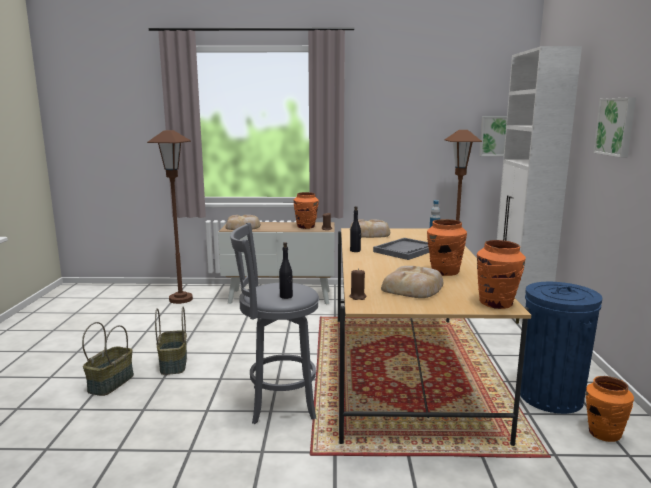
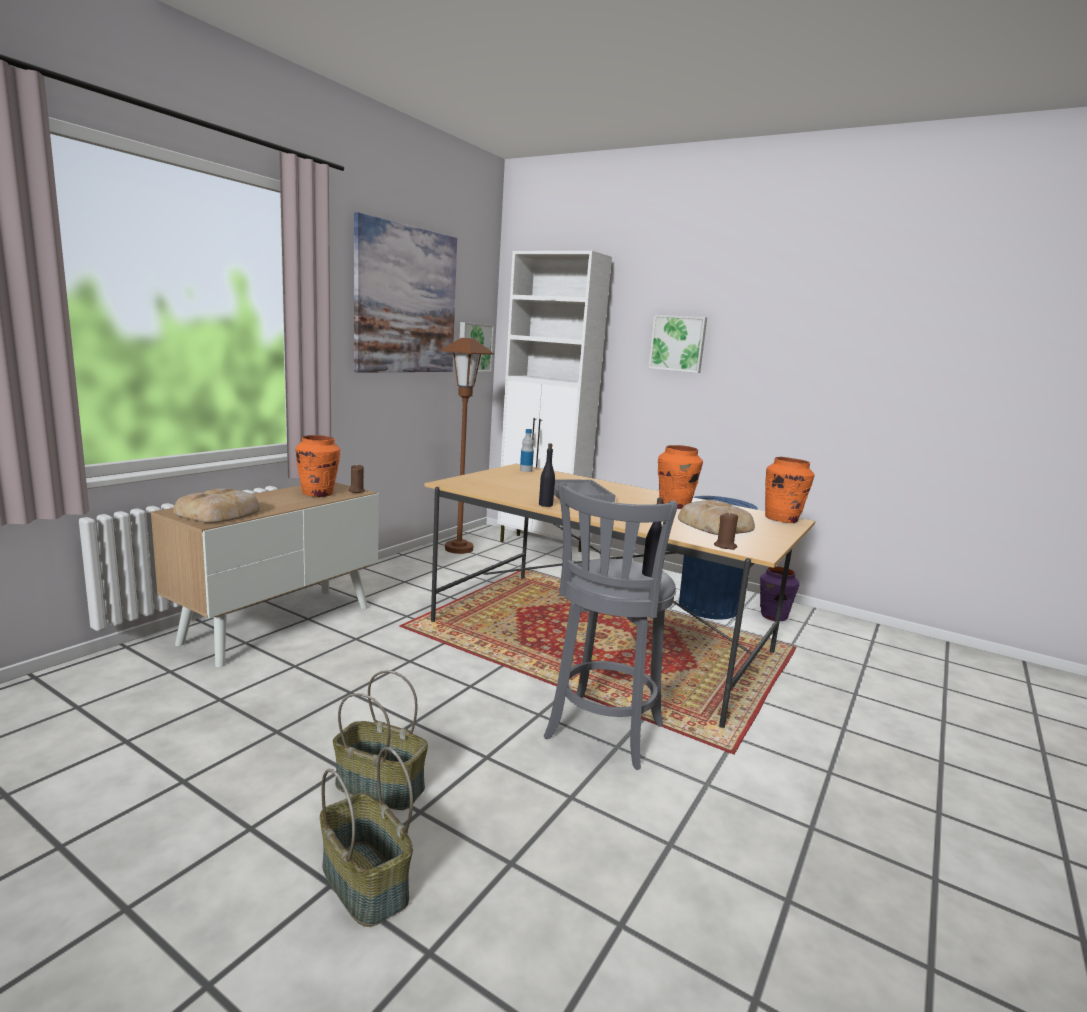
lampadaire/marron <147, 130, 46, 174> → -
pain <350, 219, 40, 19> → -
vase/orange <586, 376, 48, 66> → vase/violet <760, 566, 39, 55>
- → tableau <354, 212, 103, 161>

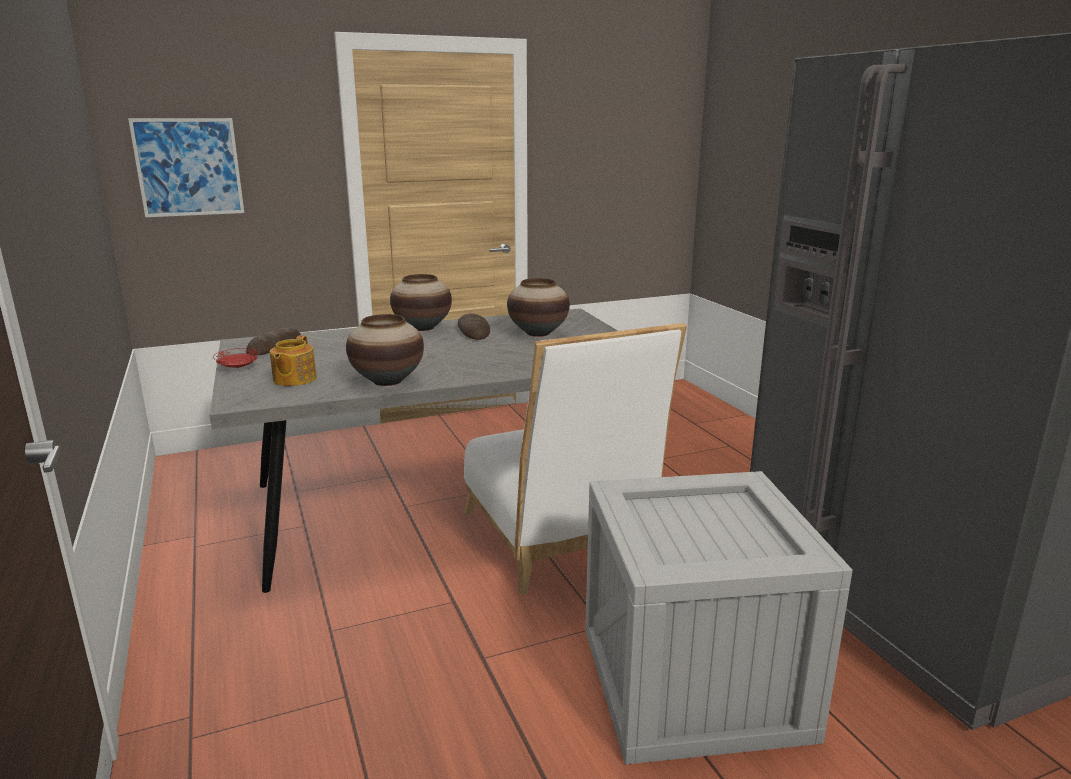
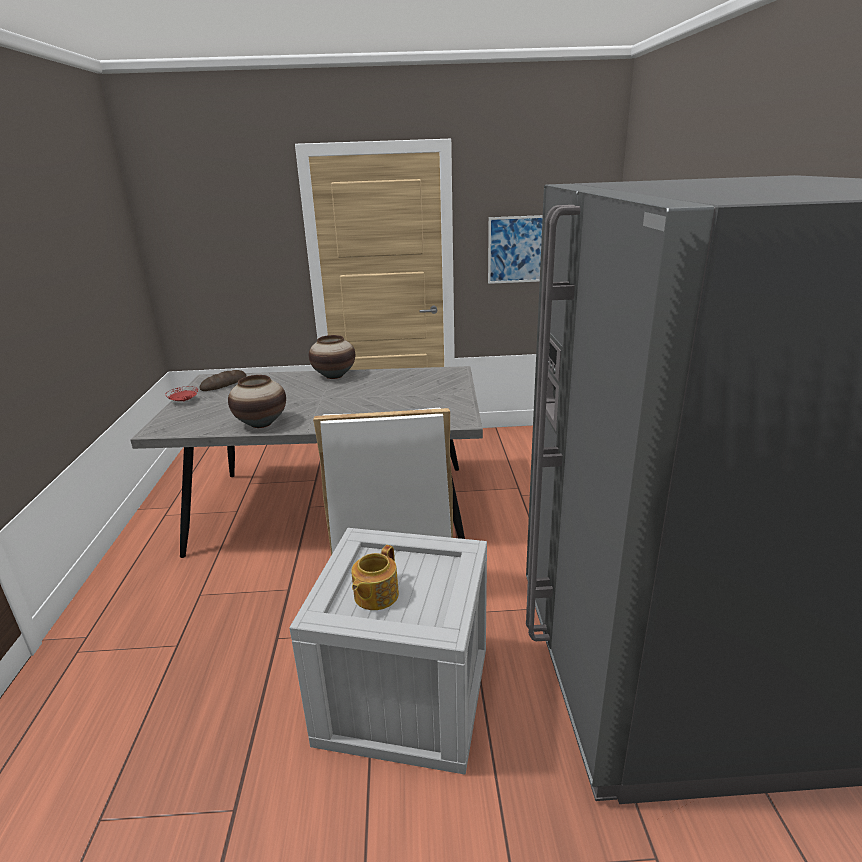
tableau <128, 118, 116, 99> → tableau <488, 215, 55, 69>, move
vase <507, 278, 63, 59> → -
pain <458, 313, 32, 27> → -
théière <270, 335, 47, 51> → théière <351, 545, 48, 65>, move

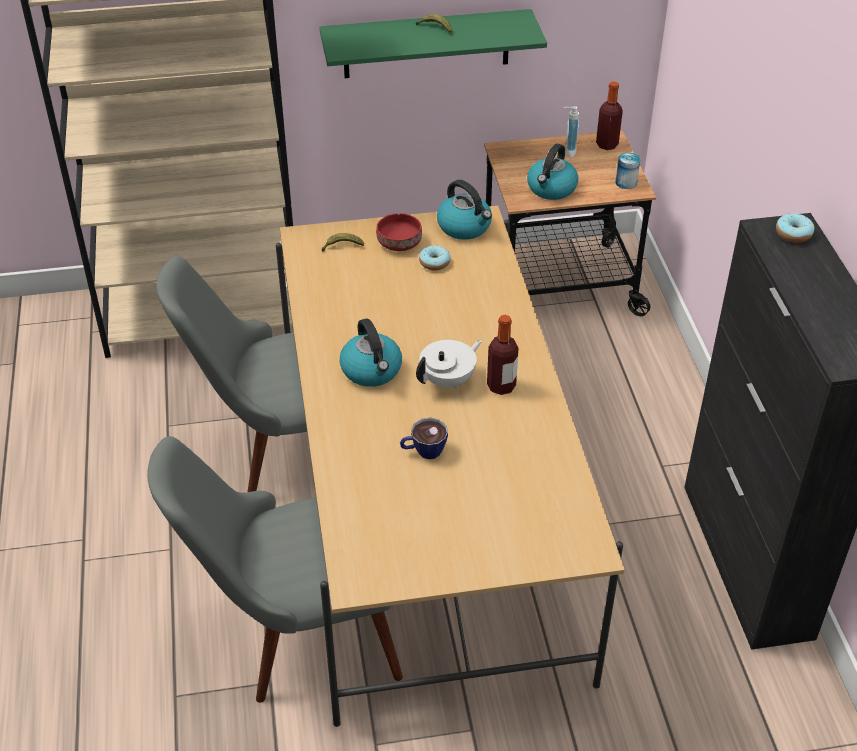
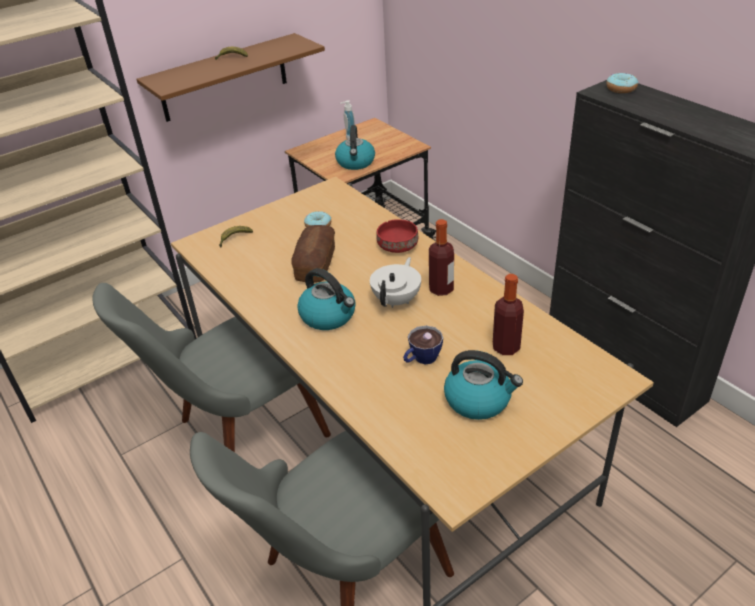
étagère/vert <319, 9, 228, 69> → étagère/marron <136, 33, 189, 89>
bouteille <596, 81, 27, 69> → bouteille <493, 274, 31, 81>, move
boîte métallique <615, 152, 25, 37> → -
bouilloire <437, 180, 55, 60> → bouilloire <444, 350, 79, 70>, move
bol/rouge <376, 213, 46, 38> → bol/rouge <376, 219, 42, 34>, move
- → pain <291, 225, 44, 58>

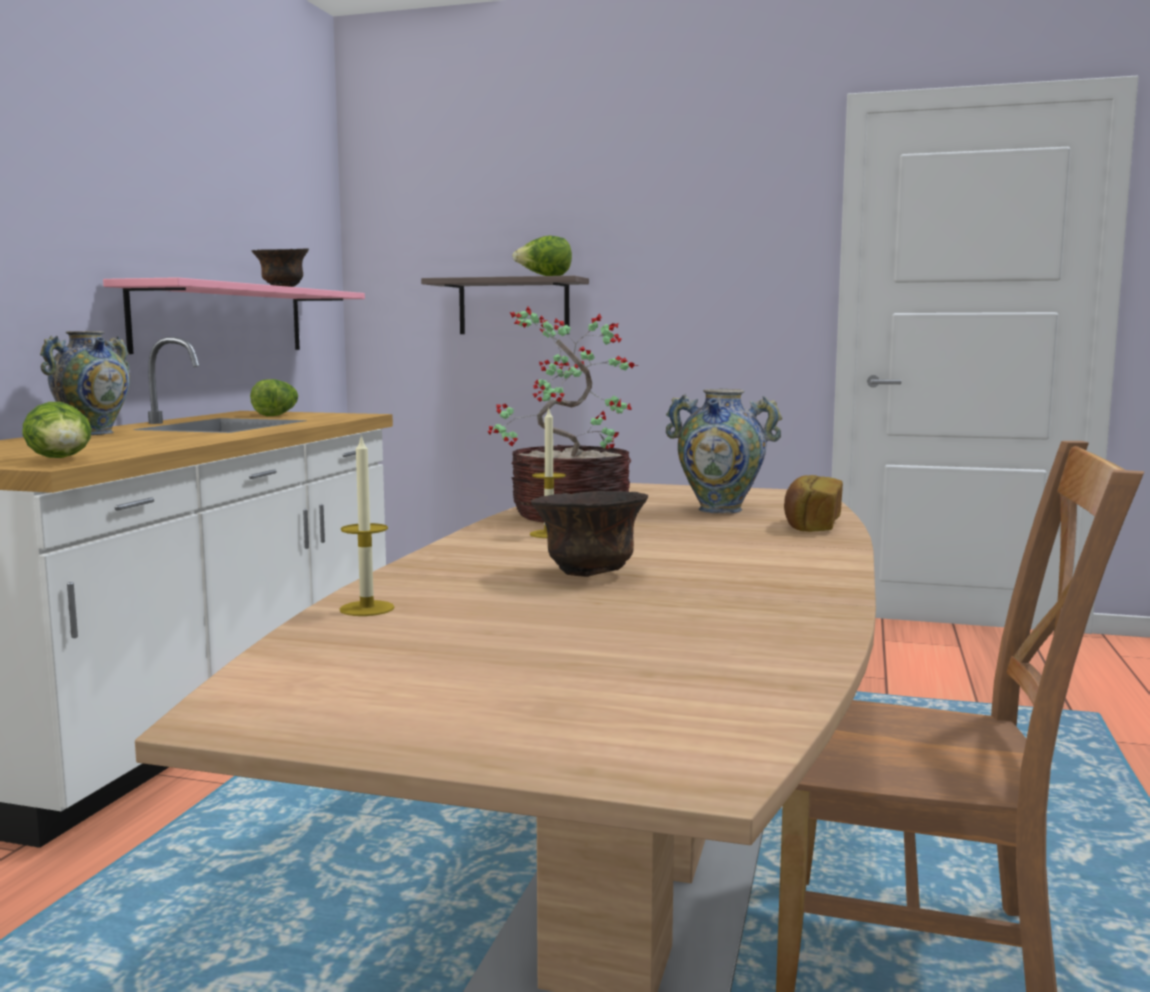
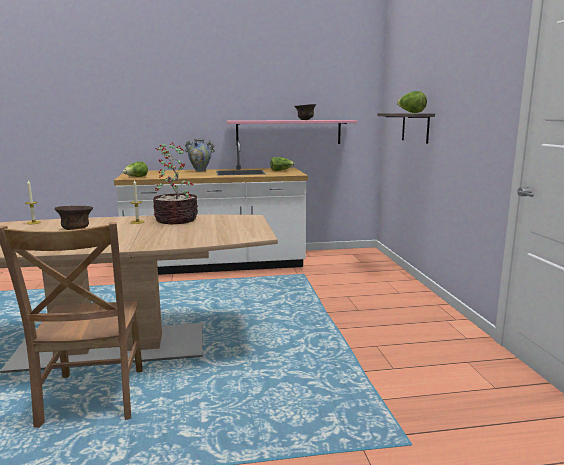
vase <666, 389, 116, 124> → -
pain <784, 475, 59, 57> → -

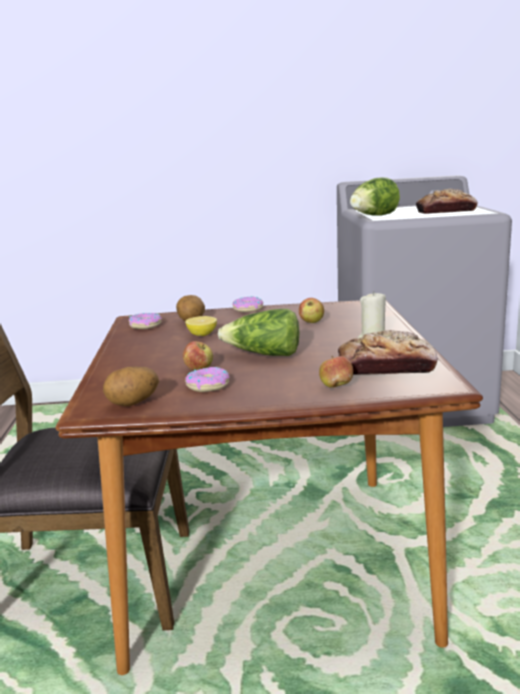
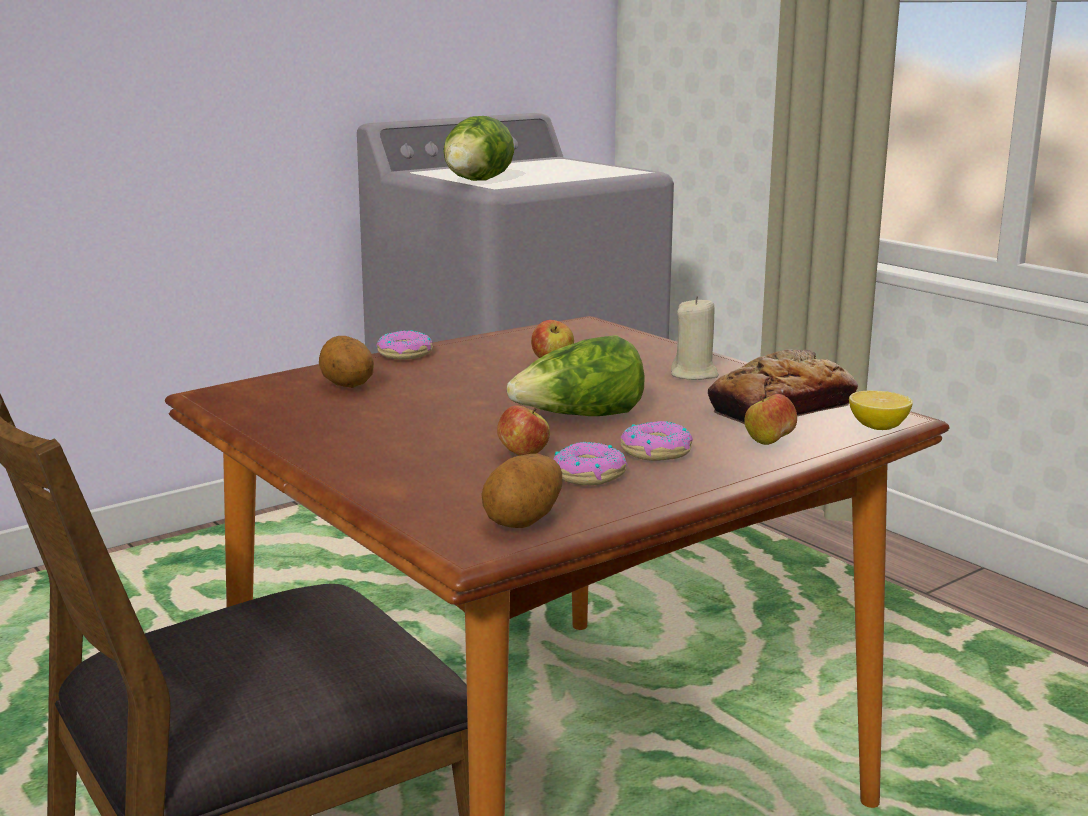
pain <416, 189, 62, 25> → -
beignet <129, 313, 33, 16> → beignet <621, 421, 72, 40>, move
citron <185, 316, 32, 20> → citron <849, 391, 64, 39>, move

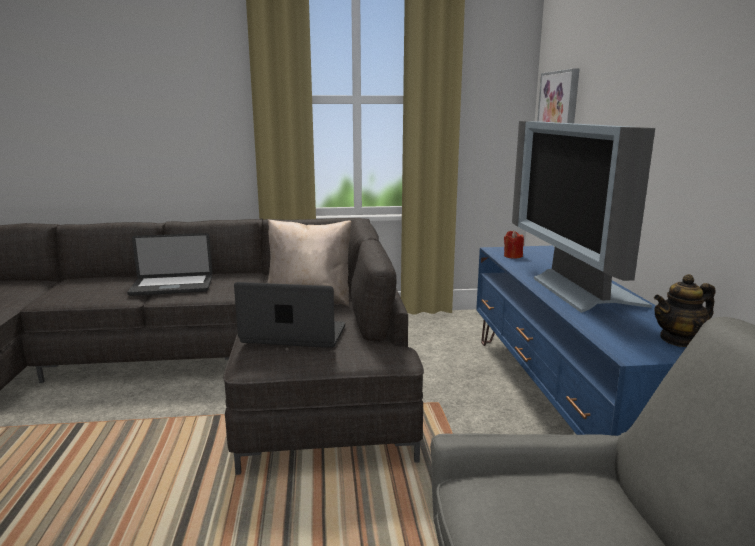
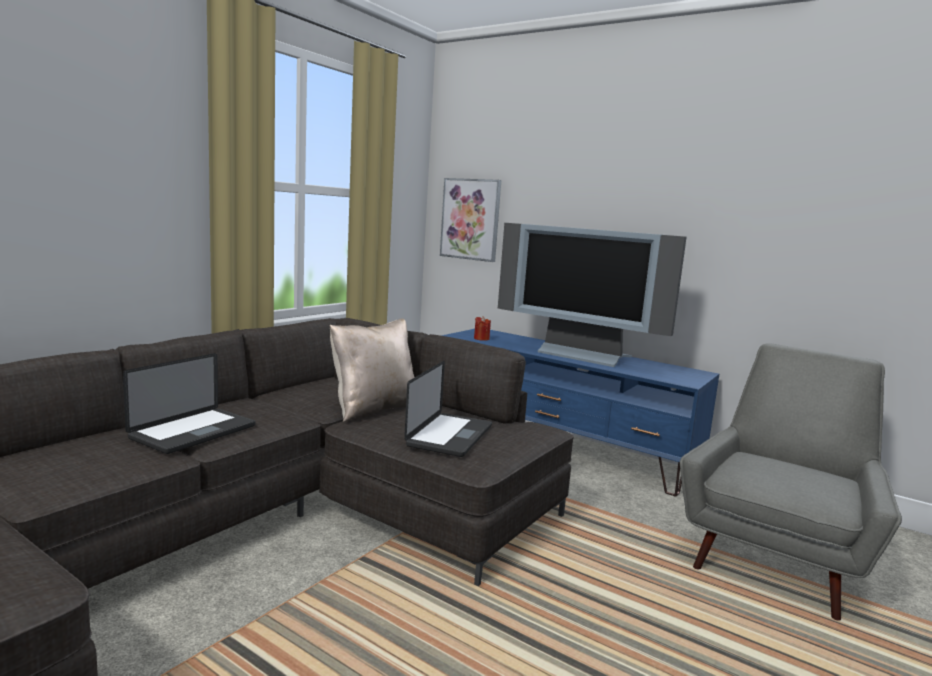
théière <654, 274, 62, 73> → -
ordinateur portable <234, 282, 111, 66> → ordinateur portable <404, 361, 88, 96>, 150 degrees clockwise

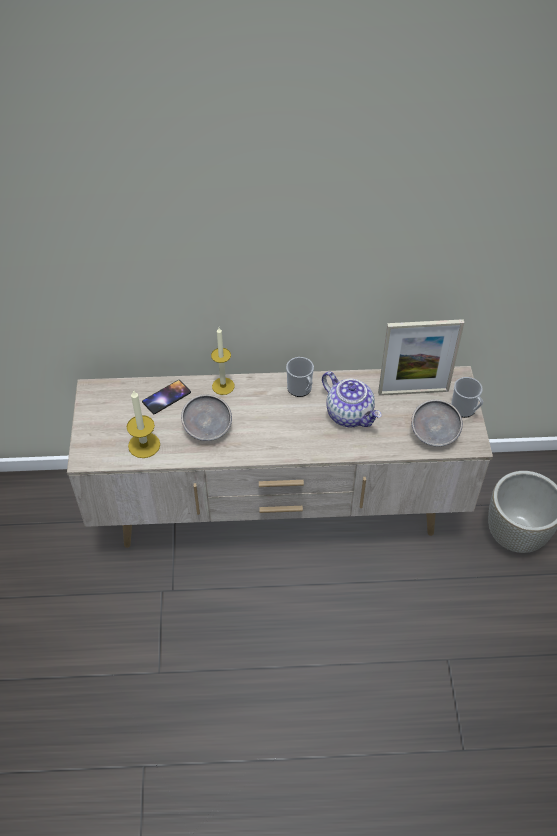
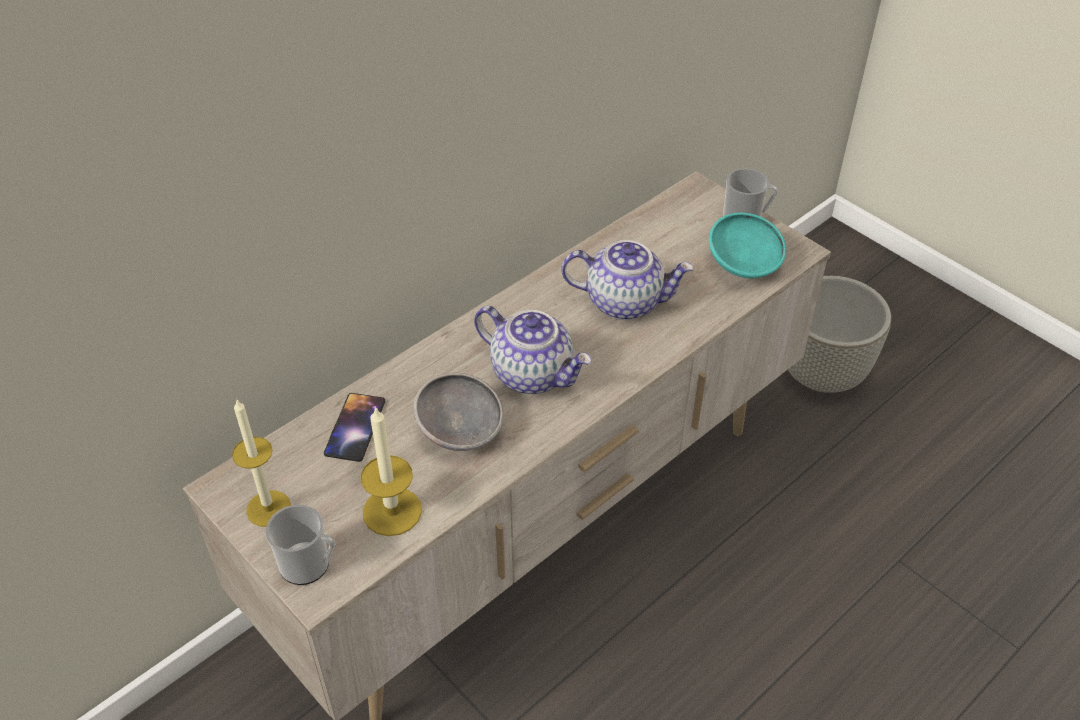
cadre photo <378, 319, 86, 77> → -
bougie <211, 328, 24, 67> → bougie <232, 400, 59, 127>, move
mug <286, 357, 28, 40> → mug <266, 505, 69, 80>, move
bol/gris <411, 399, 52, 48> → bol/turquoise <709, 213, 77, 65>
- → théière <474, 306, 118, 88>

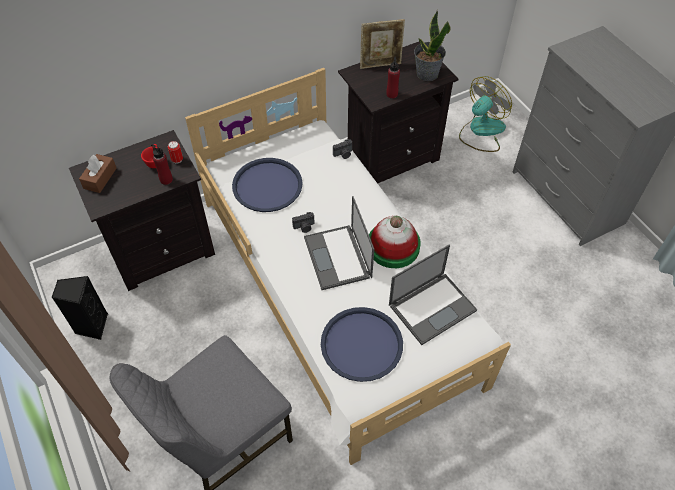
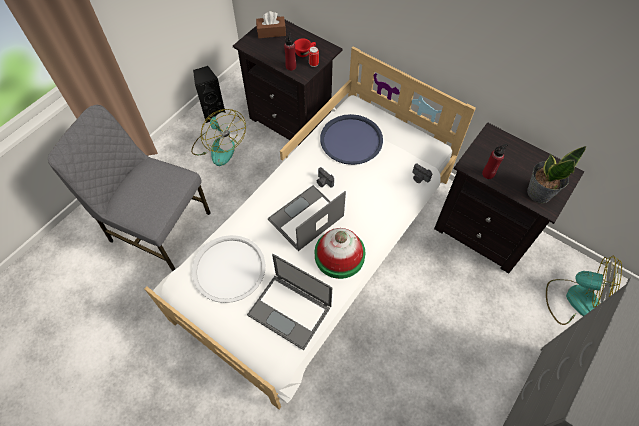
cadre photo <360, 19, 45, 50> → -
plateau/bleu <321, 307, 82, 75> → plateau/blanc <192, 235, 73, 68>
- → ventilateur <191, 109, 55, 57>

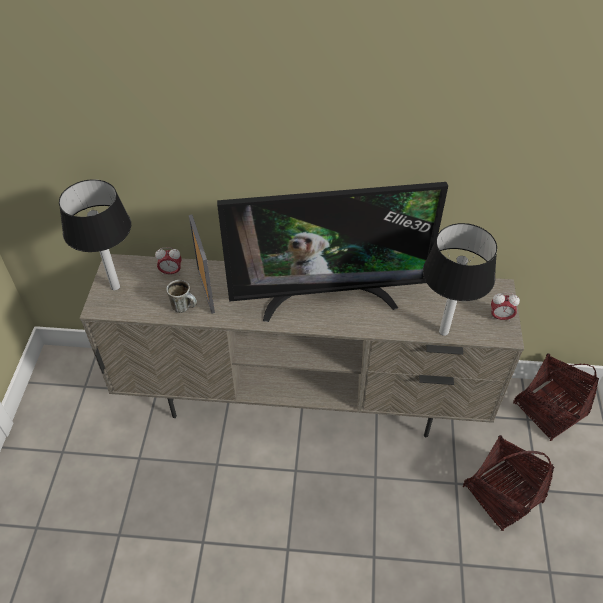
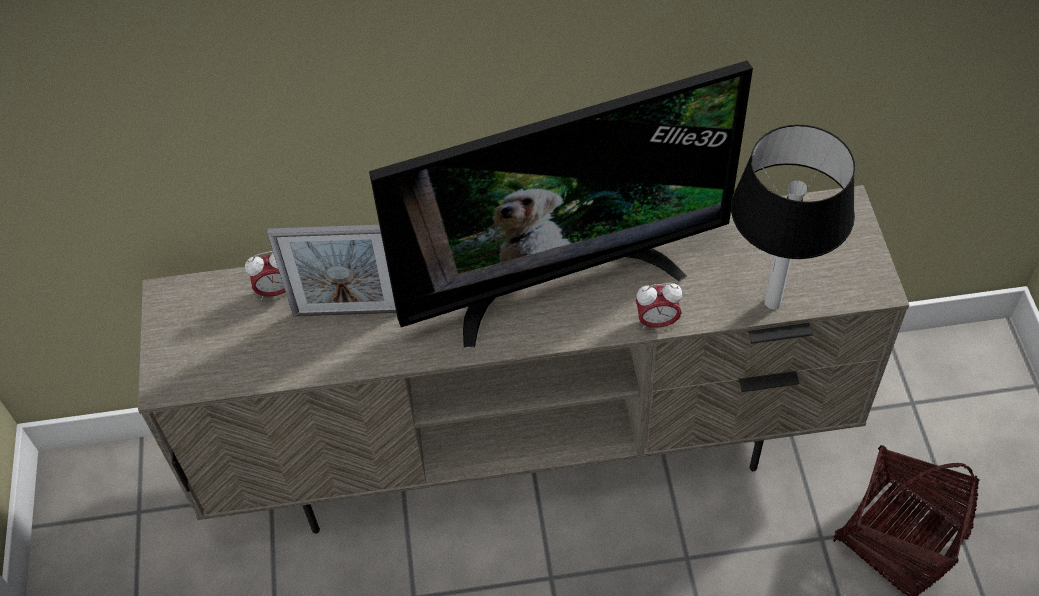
lampe de table <59, 179, 72, 111> → -
cadre photo <189, 214, 26, 100> → cadre photo <267, 225, 129, 92>, 120 degrees clockwise
mug <166, 280, 31, 33> → -
réveil <491, 293, 29, 29> → réveil <636, 283, 46, 47>, move
panier <513, 353, 86, 88> → -

